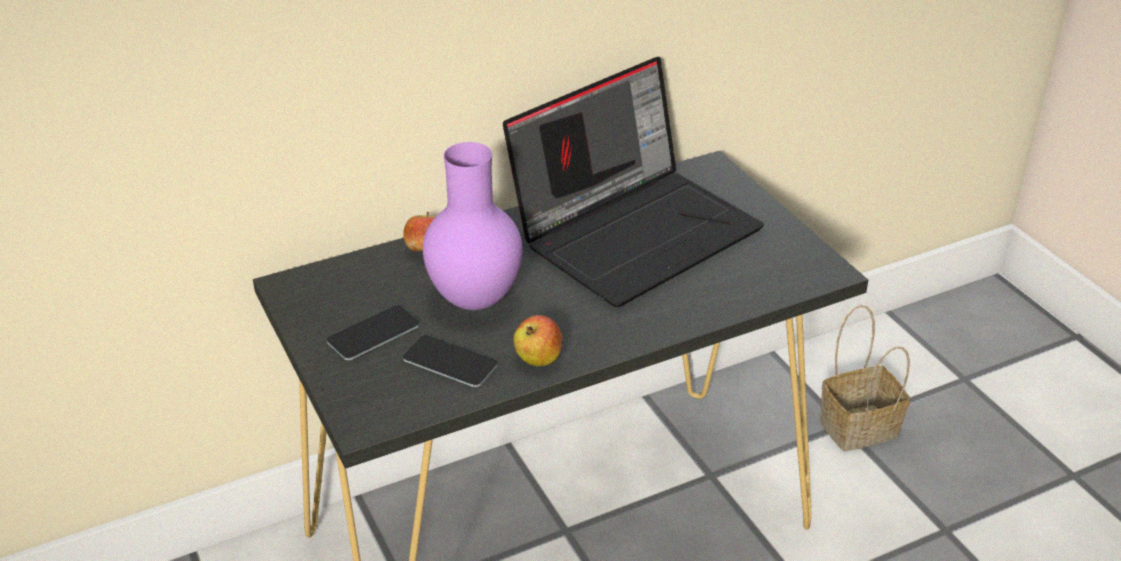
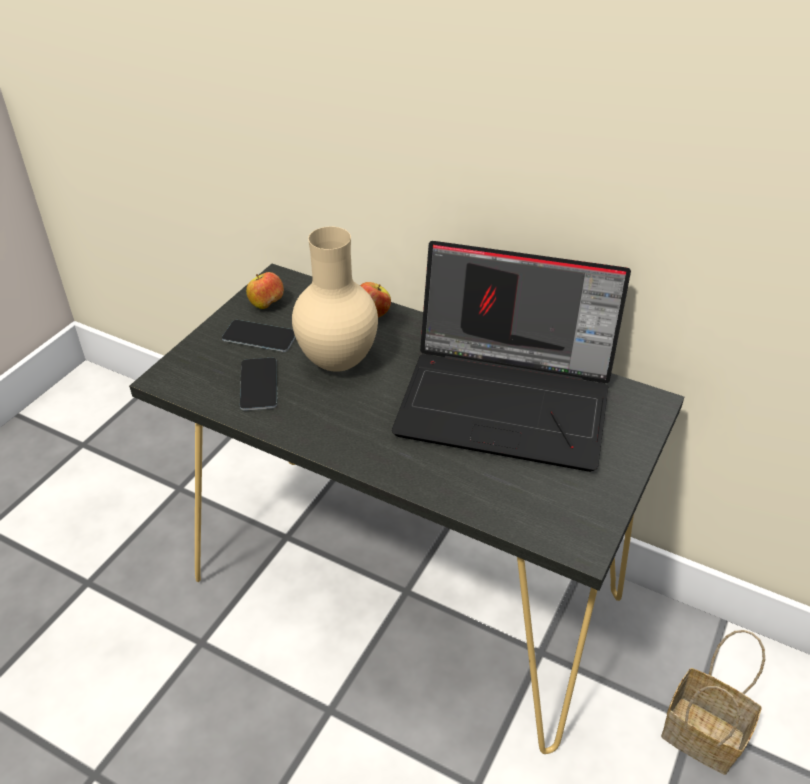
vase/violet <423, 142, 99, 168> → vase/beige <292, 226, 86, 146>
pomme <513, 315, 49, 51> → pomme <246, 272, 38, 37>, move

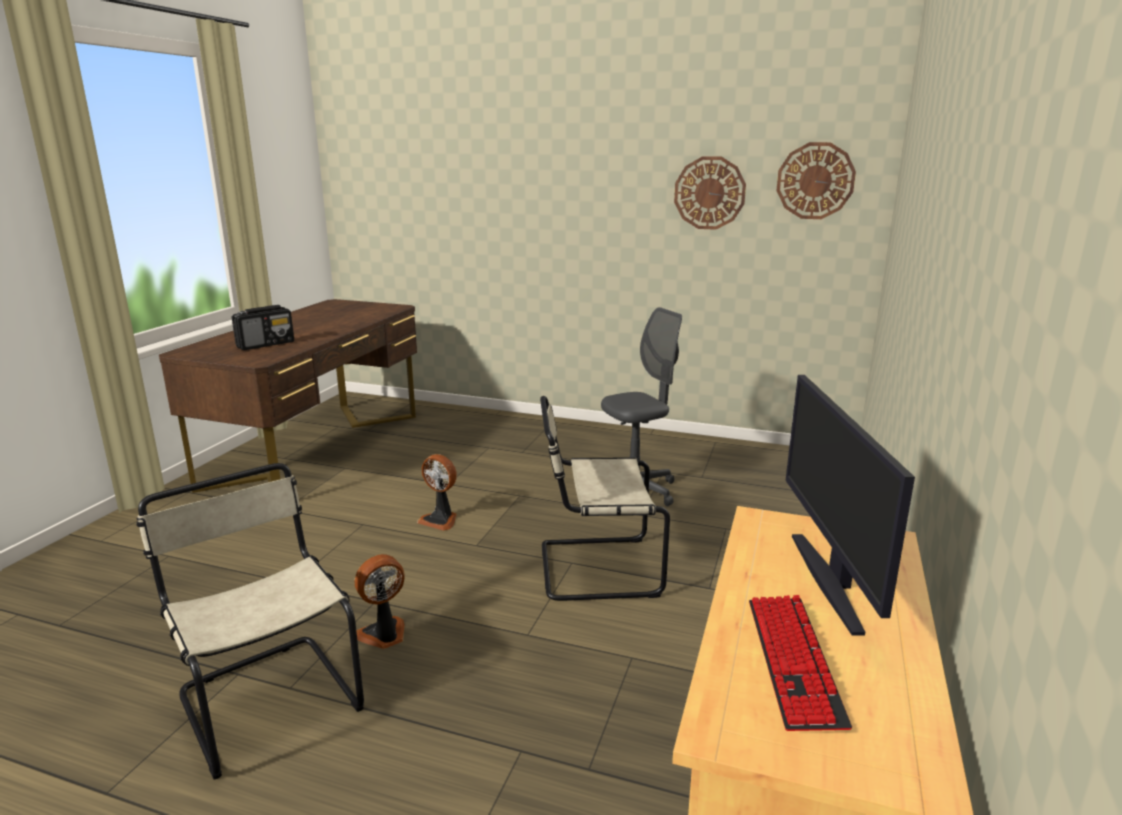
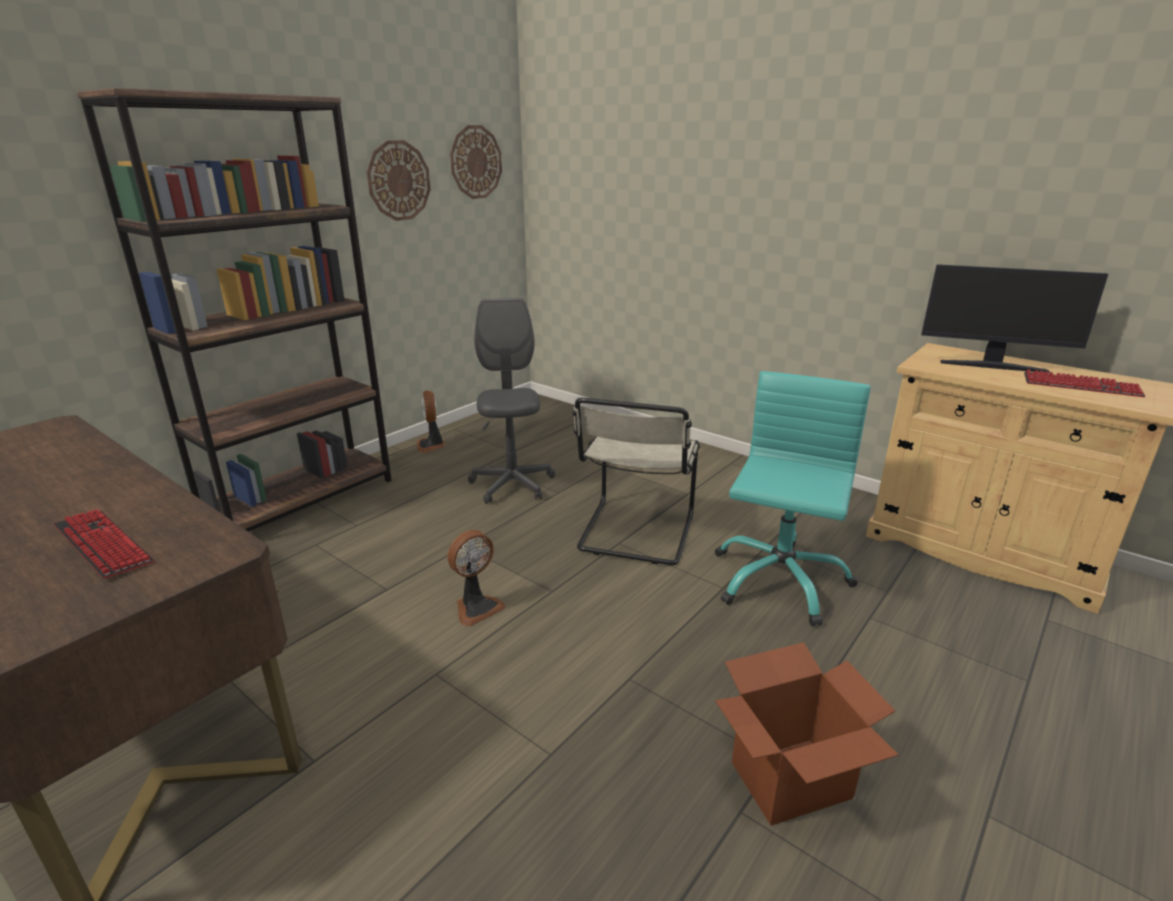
radio <232, 305, 62, 45> → clavier <54, 509, 100, 69>
chaise/beige <136, 463, 228, 316> → carton <715, 642, 184, 184>
ventilateur <354, 554, 51, 95> → ventilateur <417, 390, 29, 63>, move
- → bibliothèque/marron <77, 88, 315, 444>
- → chaise de bureau/turquoise <715, 371, 156, 256>

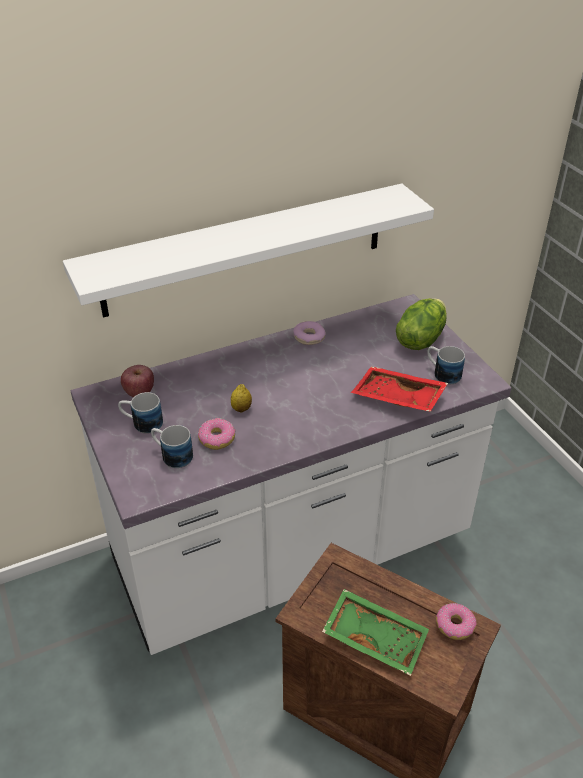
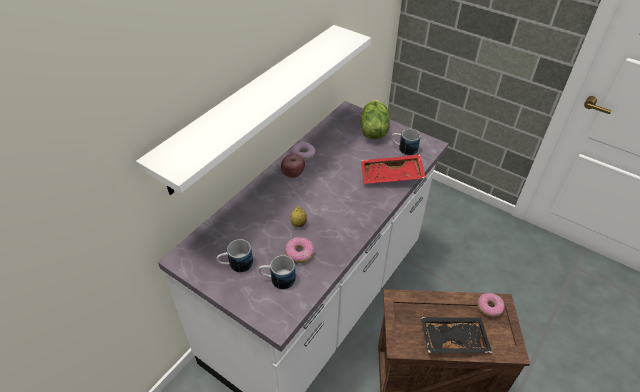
pomme <121, 365, 33, 32> → pomme <281, 154, 24, 24>, move
plateau/vert <322, 589, 107, 87> → plateau/noir <421, 317, 71, 36>

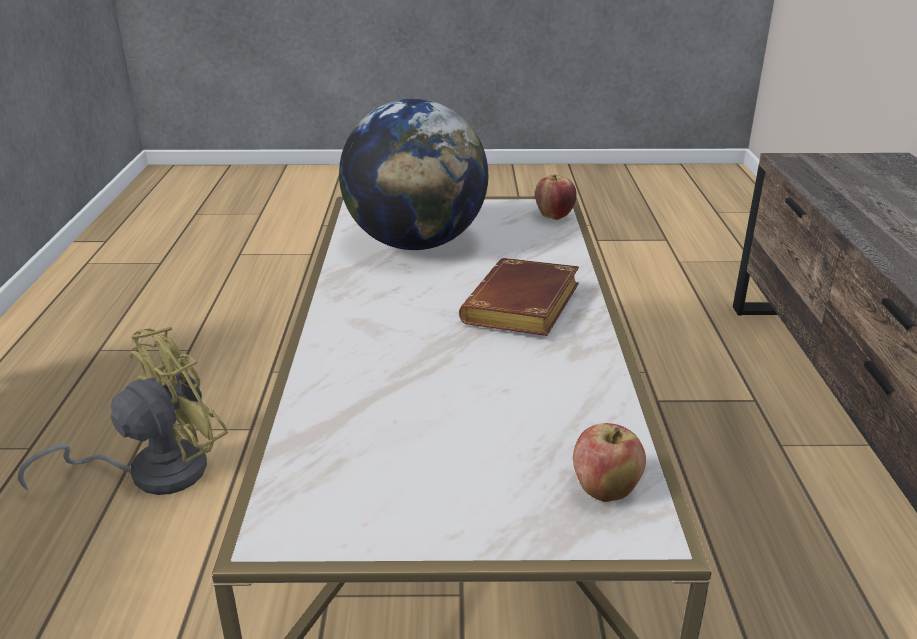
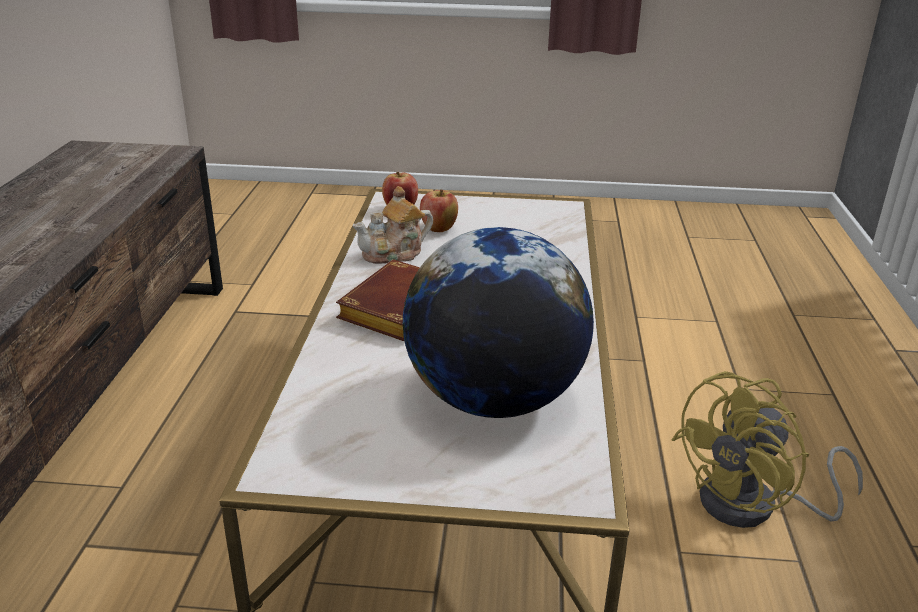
pomme <535, 175, 42, 45> → pomme <420, 189, 38, 43>, move
- → théière <352, 186, 81, 78>

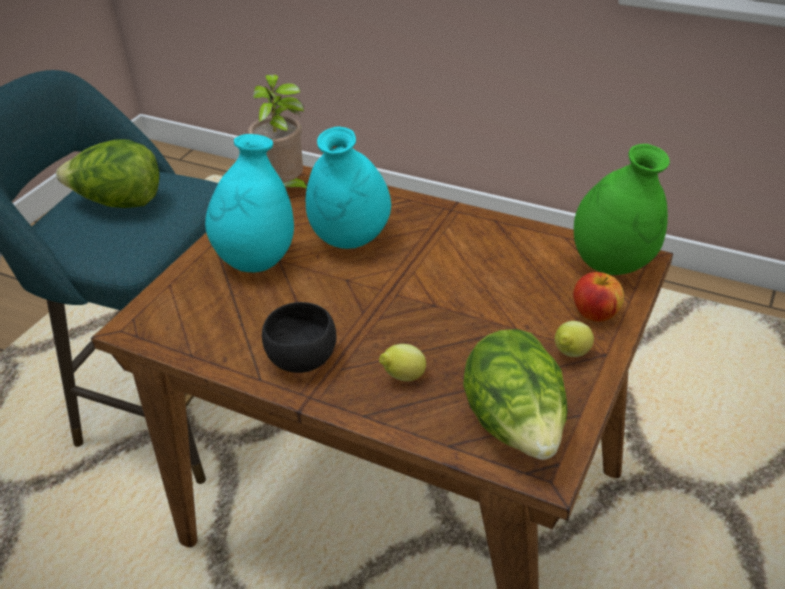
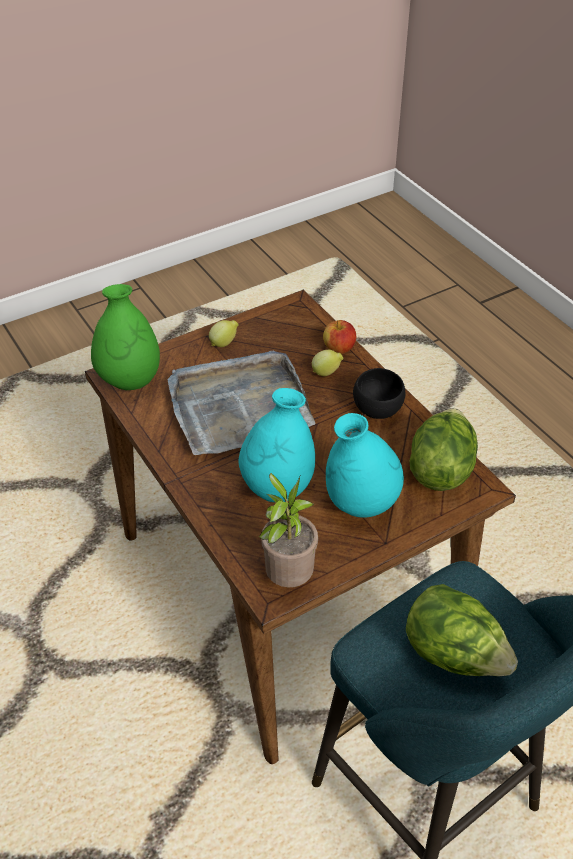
pomme <573, 272, 51, 50> → pomme <323, 320, 33, 34>, move
laitue <463, 329, 105, 131> → laitue <409, 408, 69, 83>, move
- → plateau/gris <168, 351, 148, 104>

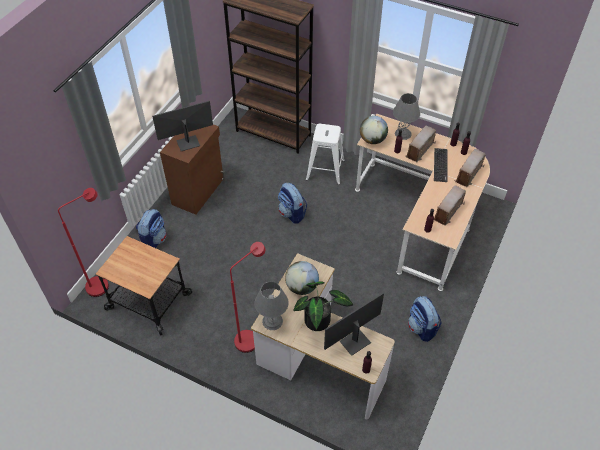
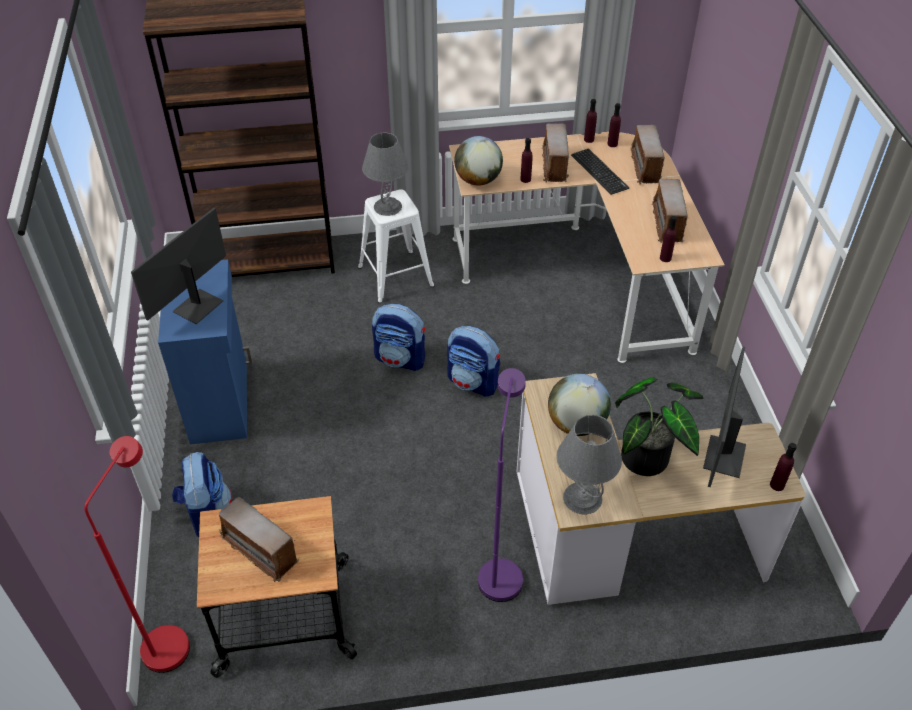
lampe de table/gris <393, 93, 27, 47> → lampe de table/gris <362, 133, 47, 83>, move
meuble de rangement/marron <160, 124, 65, 91> → meuble de rangement/bleu <158, 259, 94, 186>
lampadaire/rouge <230, 242, 36, 111> → lampadaire/violet <478, 368, 48, 234>
sac à dos <408, 296, 33, 46> → sac à dos <447, 326, 53, 71>, move
- → radio <219, 497, 80, 85>

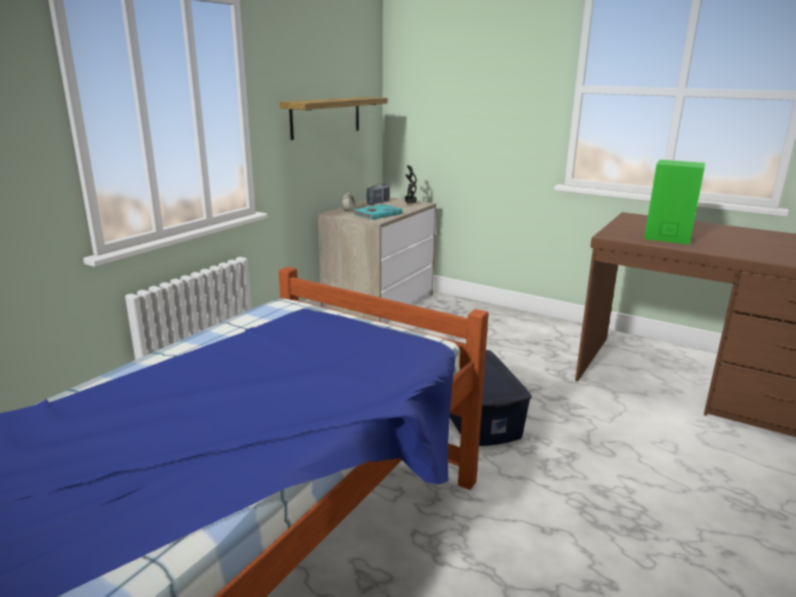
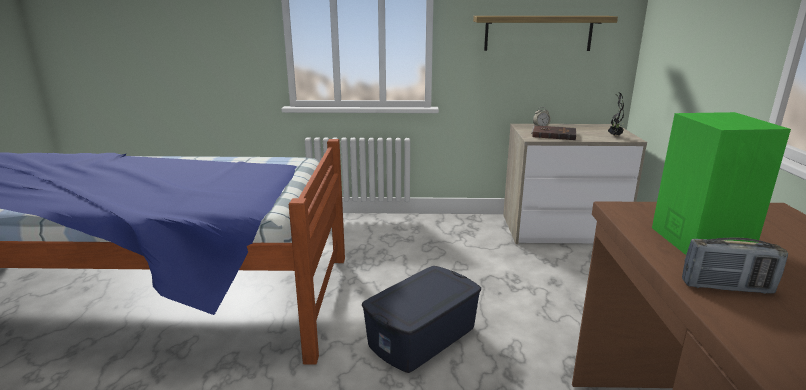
radio <366, 183, 24, 22> → radio <682, 237, 106, 57>, move
livre/turquoise <352, 204, 50, 16> → livre/marron <531, 125, 45, 15>

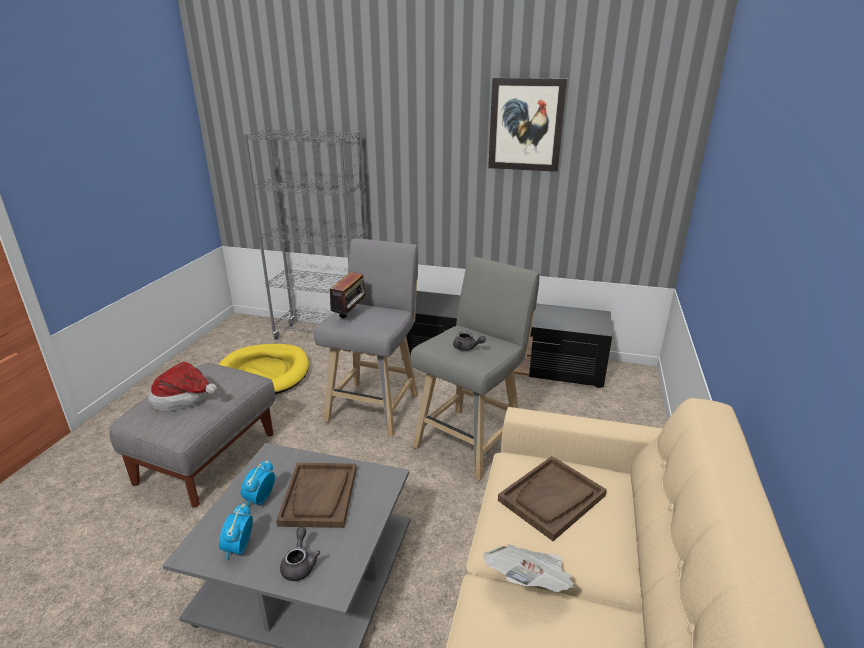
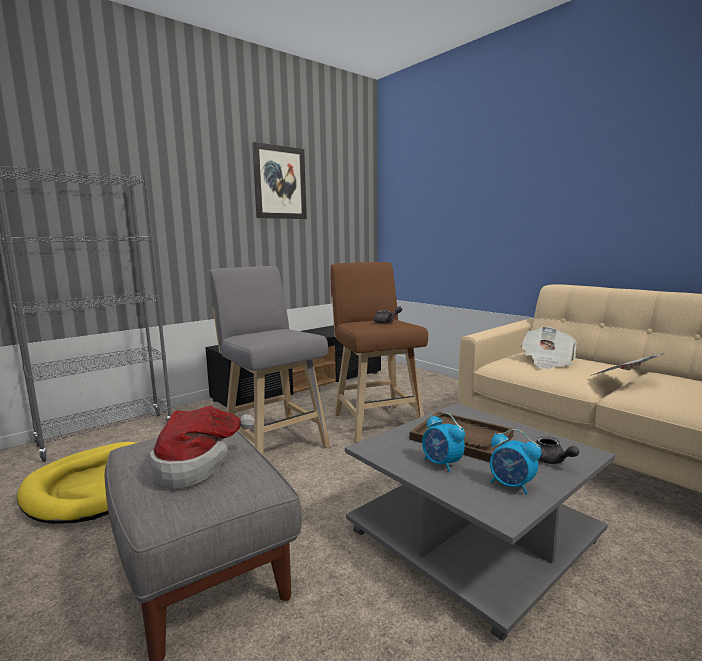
tabouret/gris <411, 257, 128, 224> → tabouret/marron <331, 262, 97, 181>
radio <330, 272, 36, 46> → -
plateau/marron <498, 456, 109, 85> → journal <521, 326, 56, 43>
théière/gris <280, 527, 40, 54> → théière/gris <535, 436, 44, 28>, 150 degrees counterclockwise

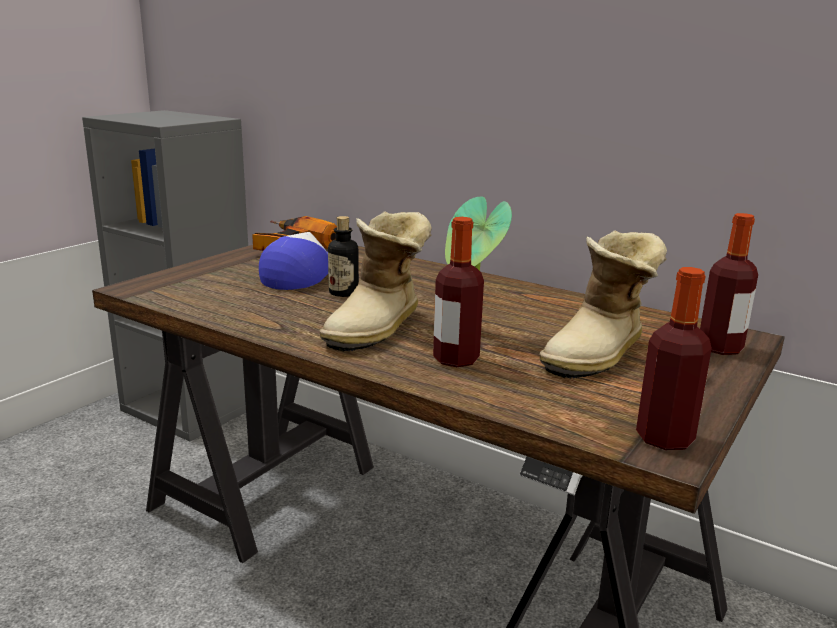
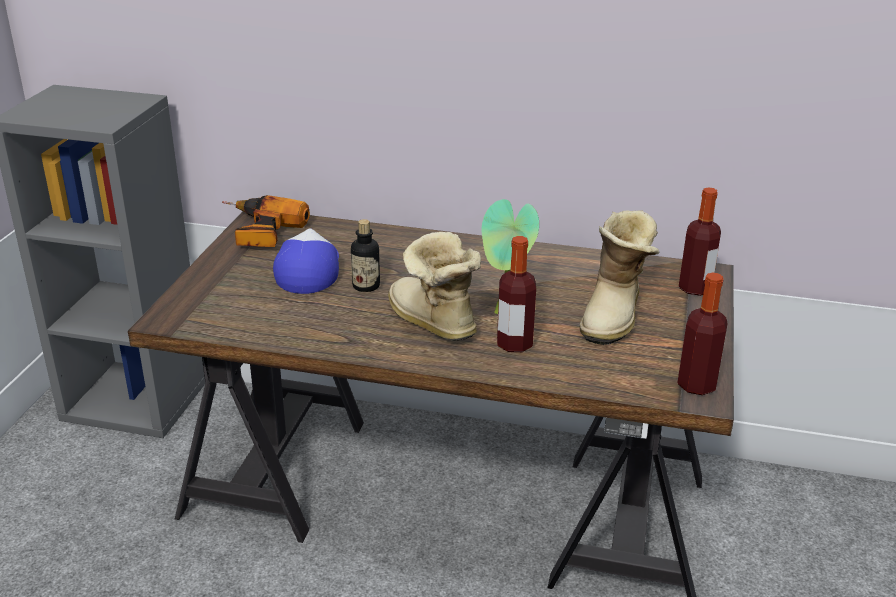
botte <319, 211, 113, 141> → botte <388, 232, 93, 109>, 135 degrees clockwise

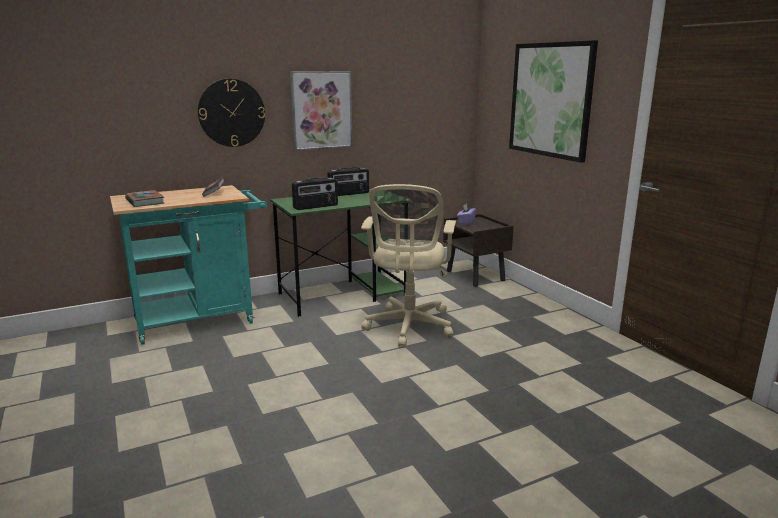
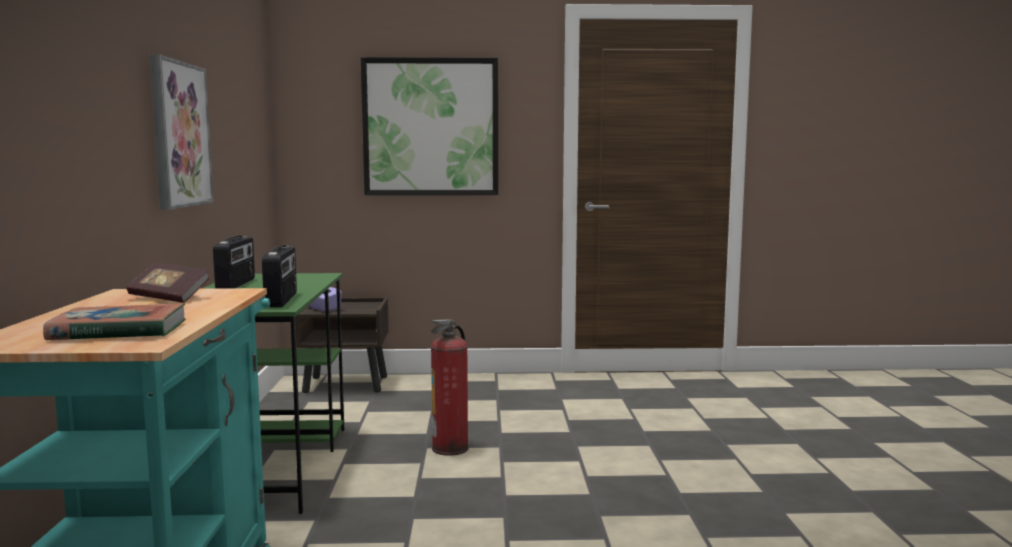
horloge murale <198, 79, 67, 68> → -
chaise de bureau/beige <361, 184, 95, 163> → extincteur <429, 319, 40, 137>

